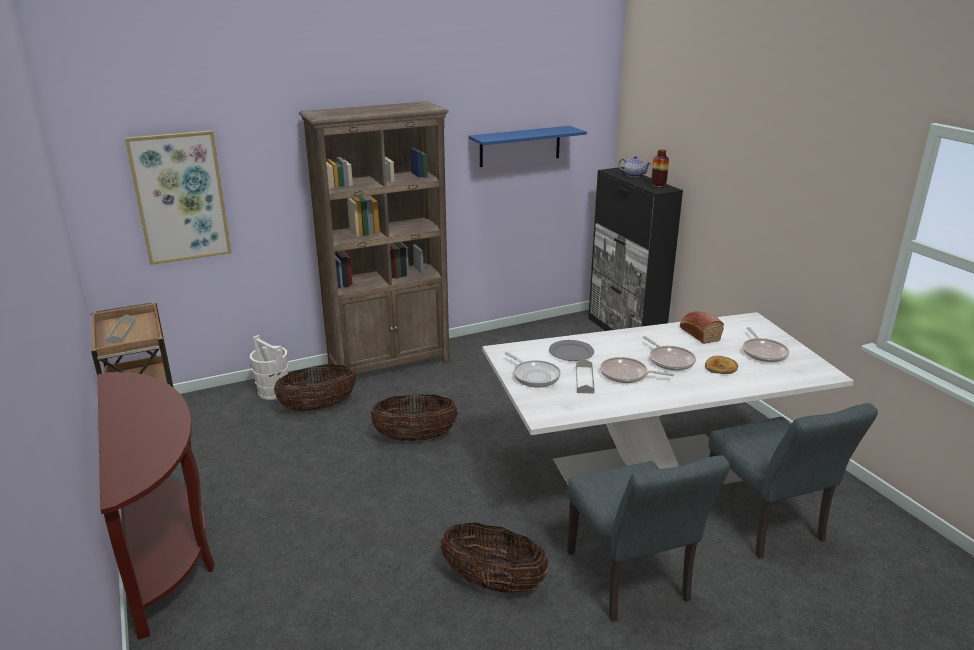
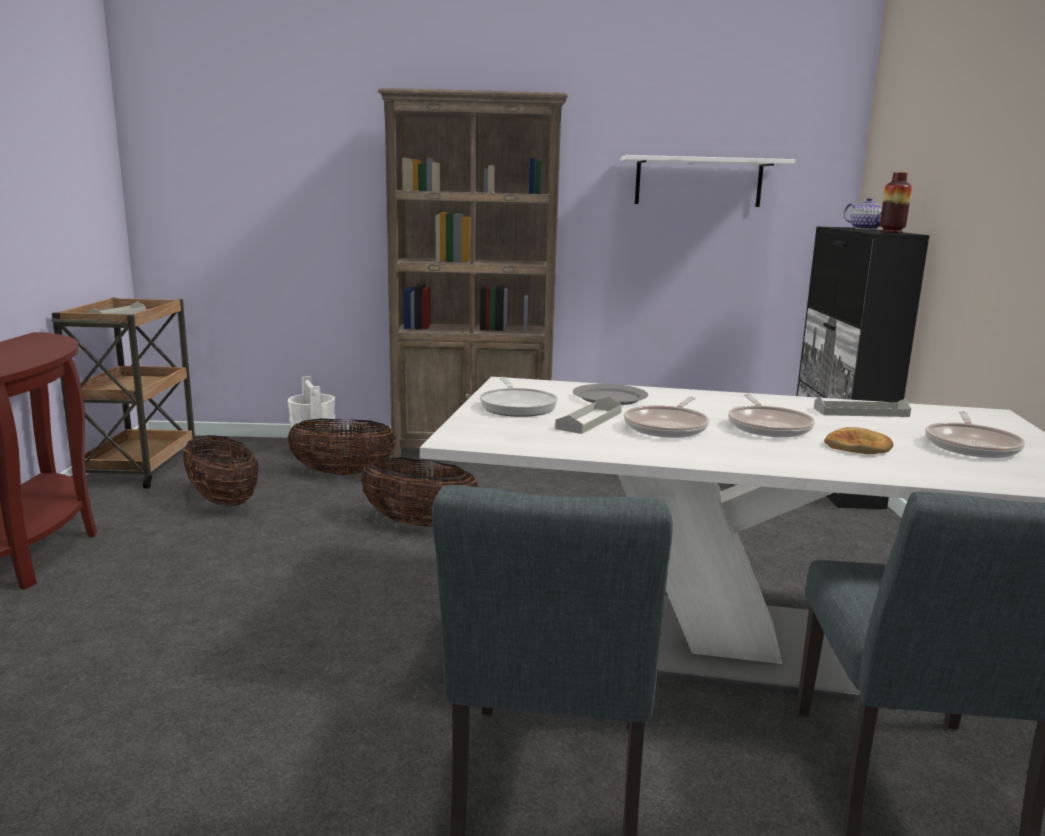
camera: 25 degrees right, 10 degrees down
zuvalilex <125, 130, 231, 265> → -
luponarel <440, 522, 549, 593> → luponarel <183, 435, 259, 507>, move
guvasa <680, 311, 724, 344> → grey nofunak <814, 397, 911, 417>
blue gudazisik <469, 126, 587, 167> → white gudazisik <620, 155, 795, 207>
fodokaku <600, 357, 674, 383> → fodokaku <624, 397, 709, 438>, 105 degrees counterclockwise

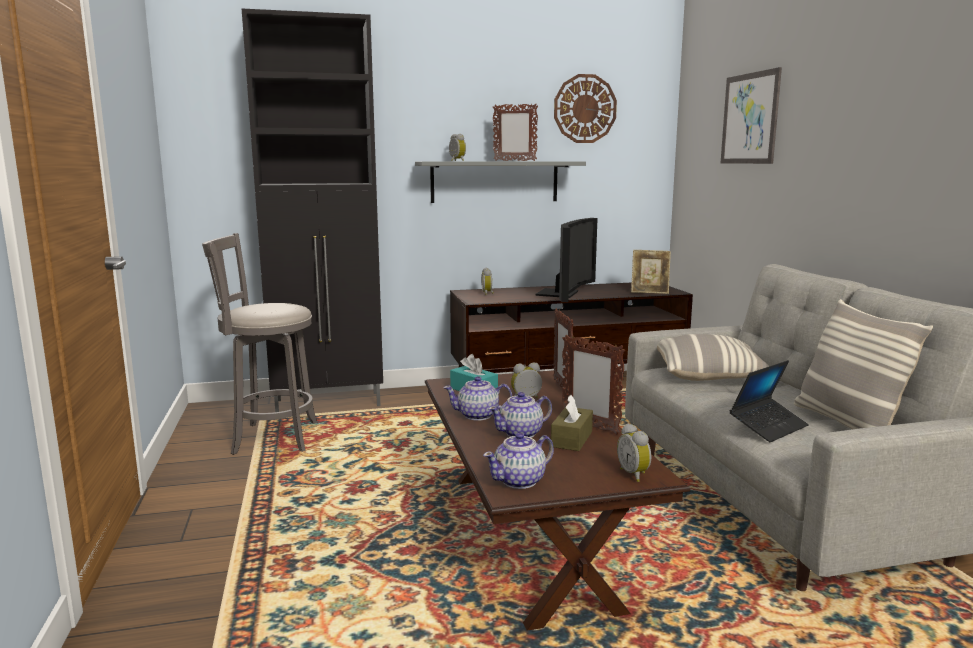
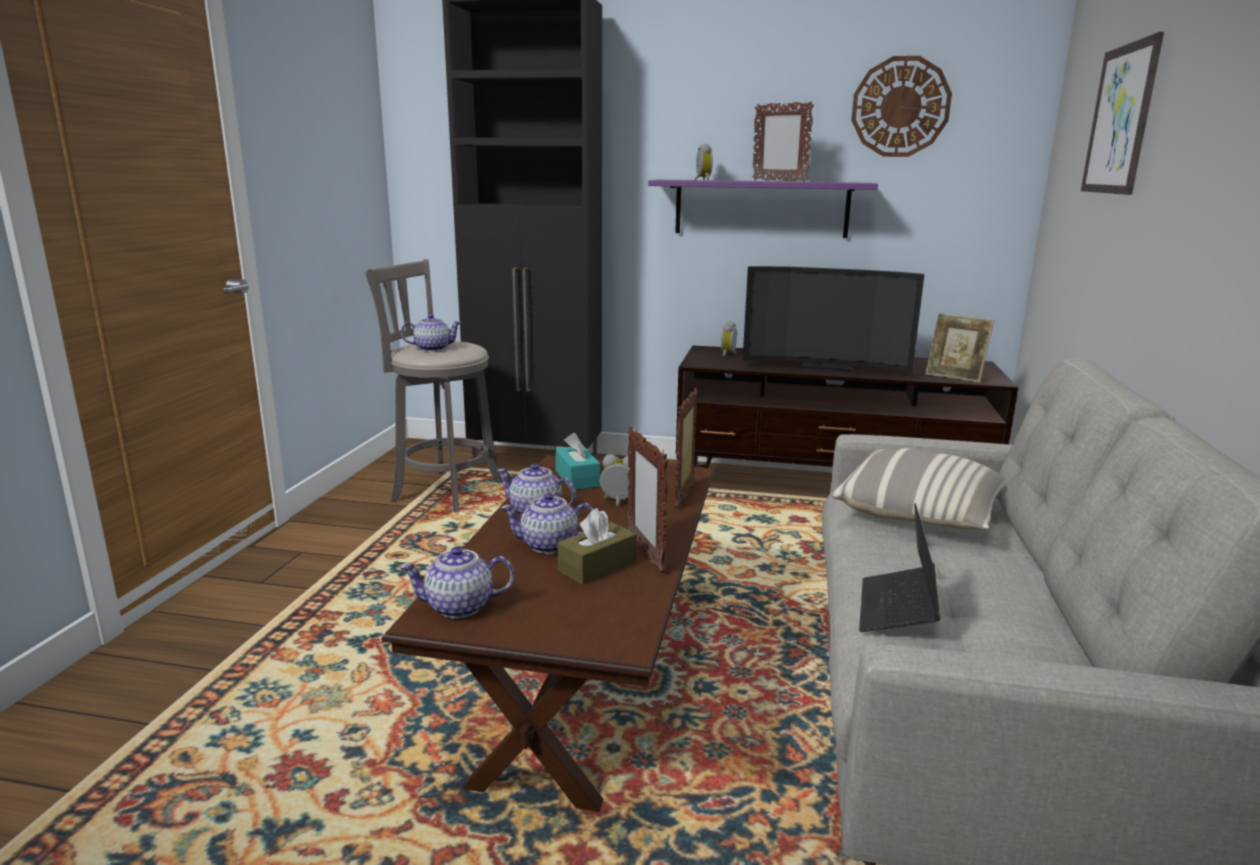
camera: 25 degrees right, 5 degrees up
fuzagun <617, 423, 651, 482> → -
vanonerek <794, 299, 933, 429> → -
- → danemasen <401, 314, 462, 352>
grey gudazisik <415, 161, 586, 203> → purple gudazisik <648, 180, 878, 238>
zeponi <535, 218, 598, 302> → zeponi <743, 266, 924, 373>, 60 degrees clockwise
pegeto <730, 360, 809, 442> → pegeto <859, 503, 940, 632>, 120 degrees clockwise

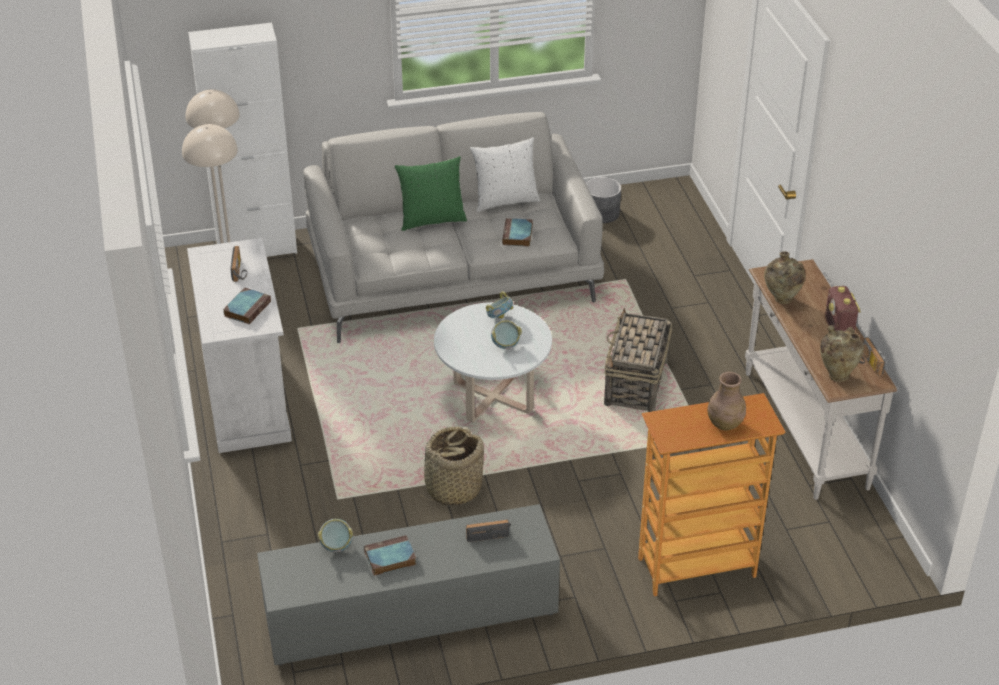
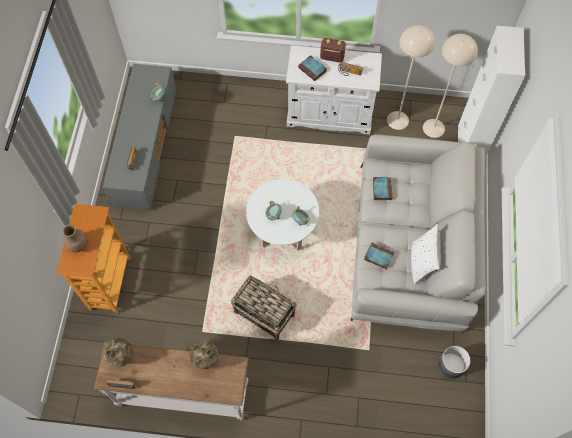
camera: 110 degrees right, 25 degrees up
green vanonerek <395, 156, 467, 231> → -
luponarel <418, 427, 484, 505> → -
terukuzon <364, 535, 417, 576> → terukuzon <373, 177, 392, 200>, move
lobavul <825, 286, 861, 331> → lobavul <320, 38, 346, 63>, move

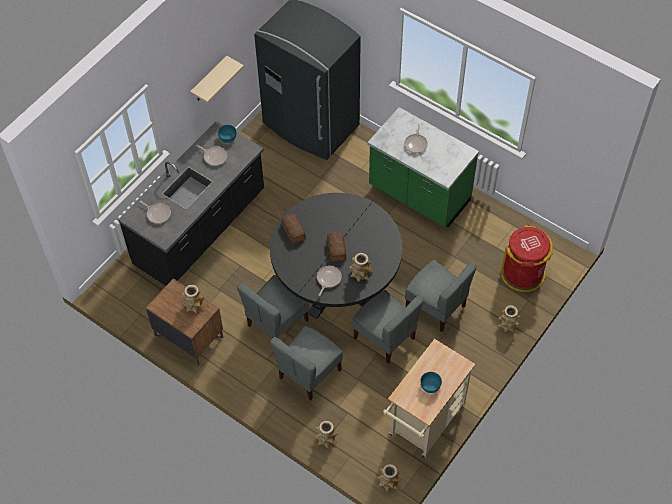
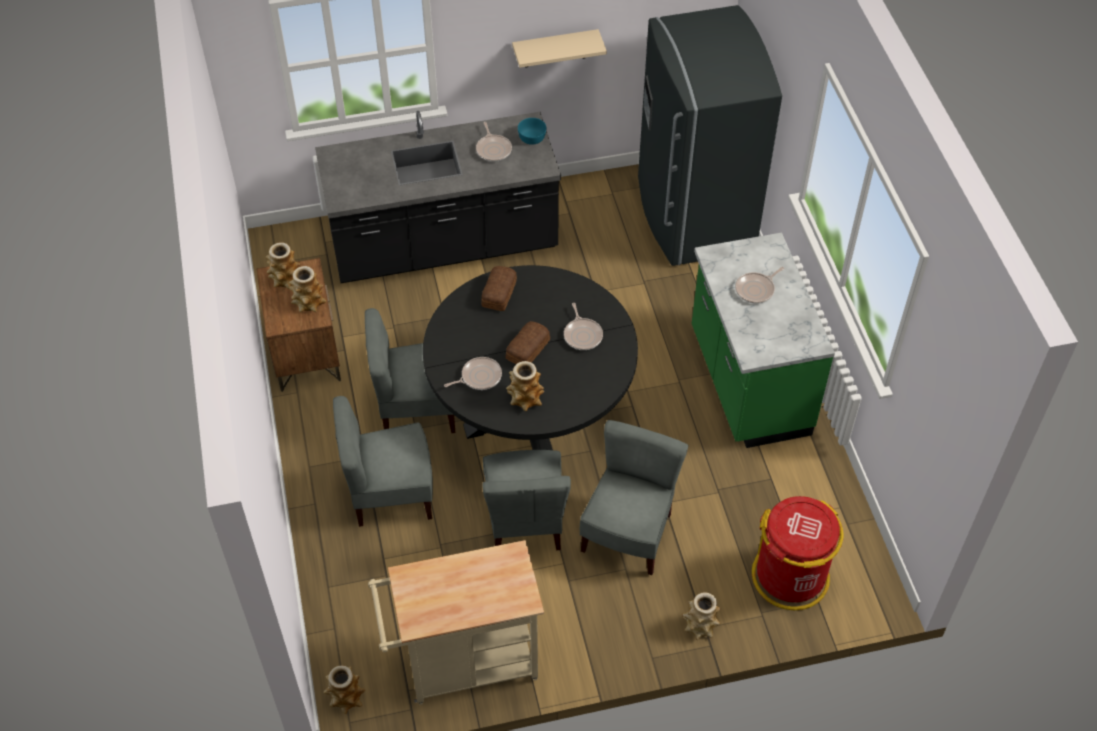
camera: 40 degrees right, 5 degrees down
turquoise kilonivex <420, 372, 442, 393> → -
fodokaku <140, 201, 171, 224> → fodokaku <564, 303, 603, 350>, move
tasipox <315, 421, 338, 448> → tasipox <266, 242, 301, 289>, move
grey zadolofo <405, 260, 477, 332> → grey zadolofo <580, 420, 689, 575>, 150 degrees counterclockwise

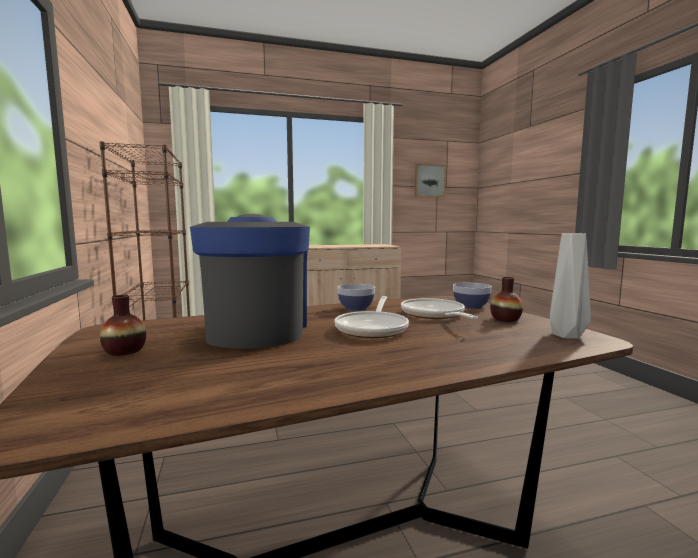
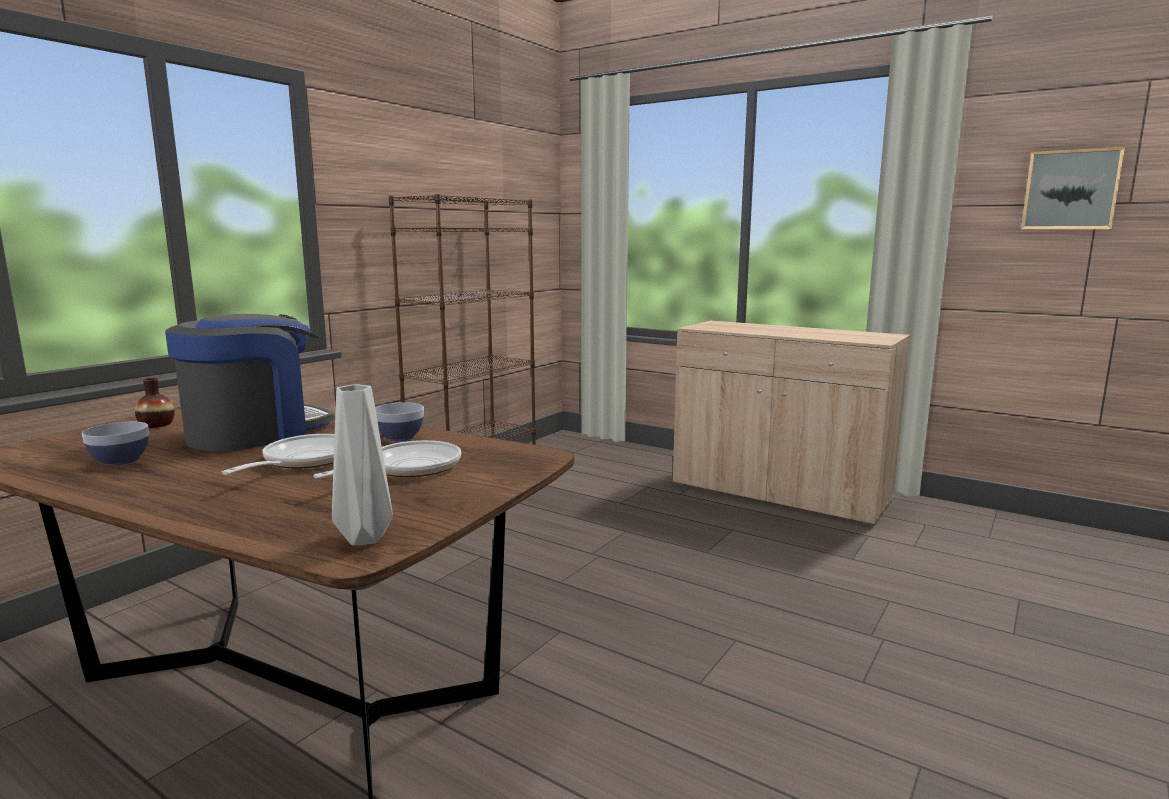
camera: 50 degrees right, 5 degrees up
tasipox <490, 277, 523, 322> → -
kilonivex <453, 283, 492, 309> → kilonivex <82, 422, 149, 466>, move
fodokaku <334, 296, 409, 338> → fodokaku <222, 434, 335, 475>, 135 degrees clockwise

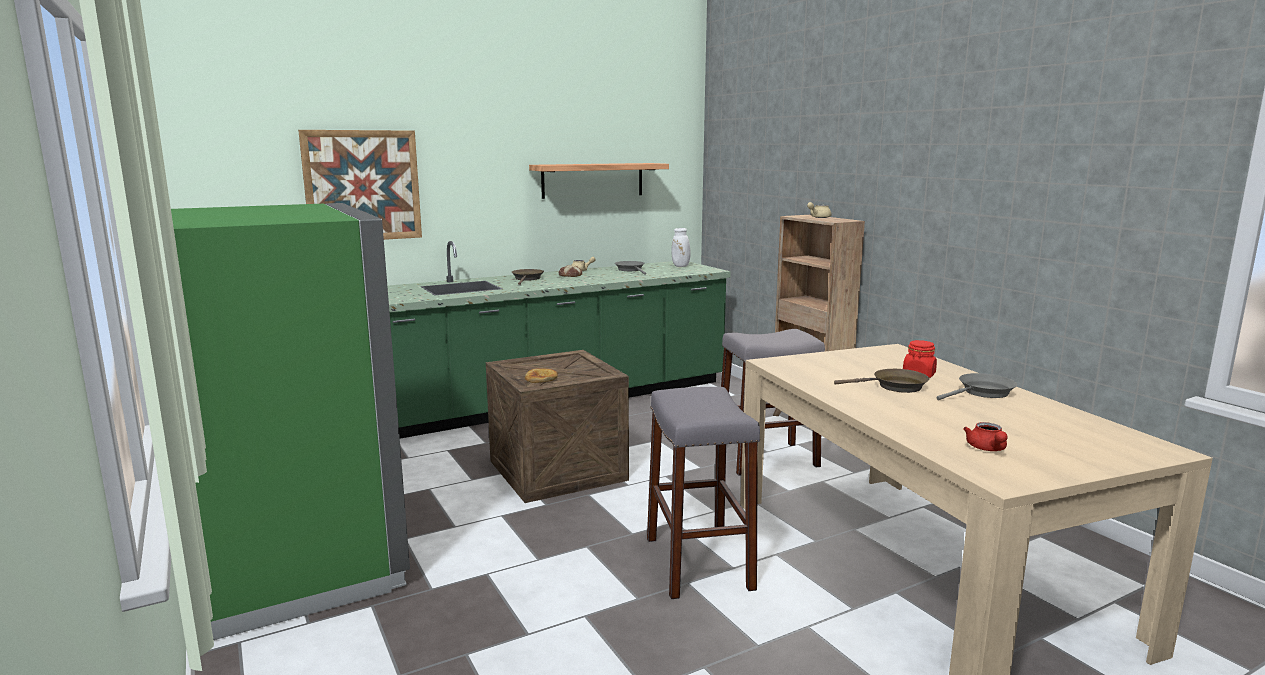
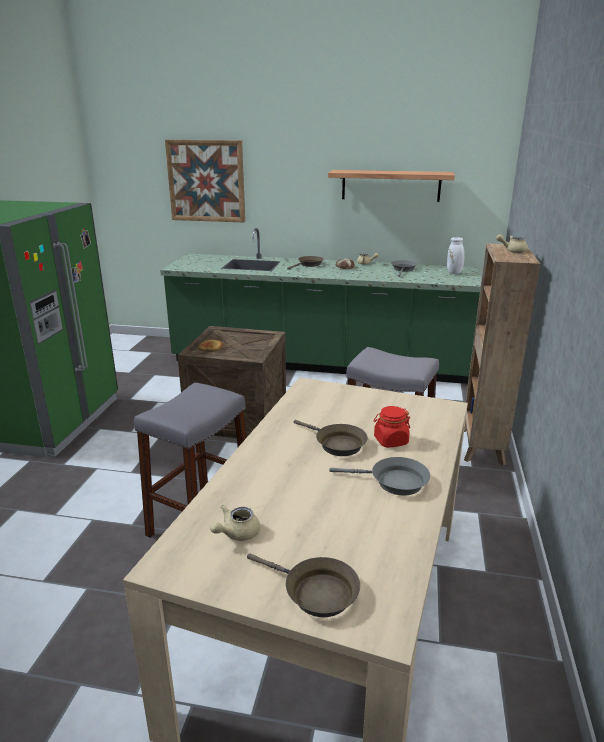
camera: 40 degrees right, 10 degrees up
- → brown fodokaku <247, 553, 360, 617>
red danemasen <963, 422, 1008, 451> → beige danemasen <210, 505, 260, 541>

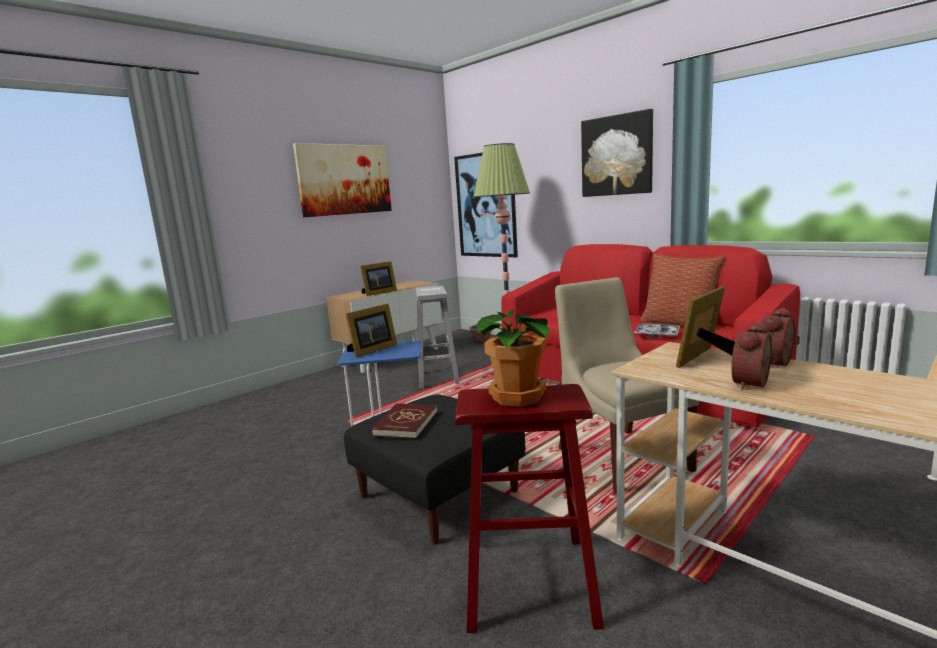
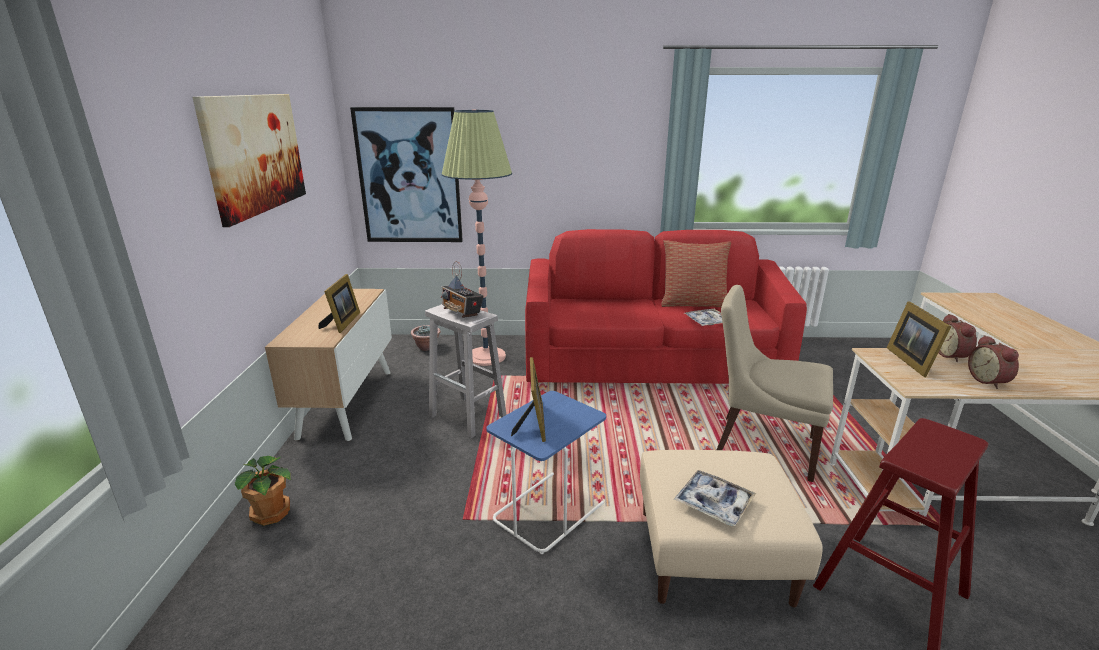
camera: 45 degrees left, 10 degrees up
zuvalilex <581, 109, 653, 197> → -
- → lobavul <441, 261, 483, 318>
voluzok <476, 309, 550, 407> → voluzok <235, 456, 291, 526>, move
red terukuzon <371, 403, 437, 439> → nofunak <674, 470, 756, 526>
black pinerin <344, 394, 525, 545> → beige pinerin <640, 450, 823, 607>

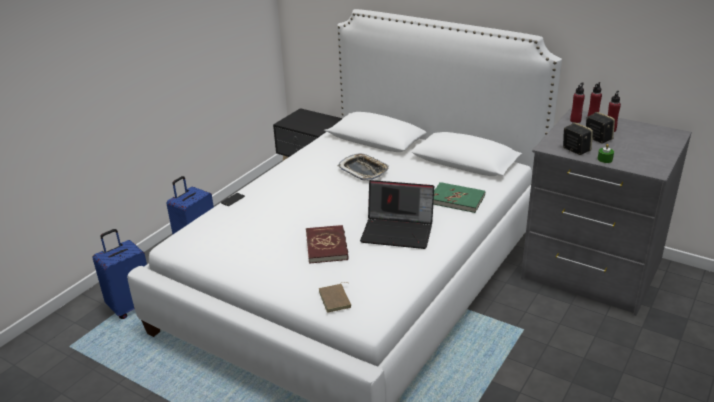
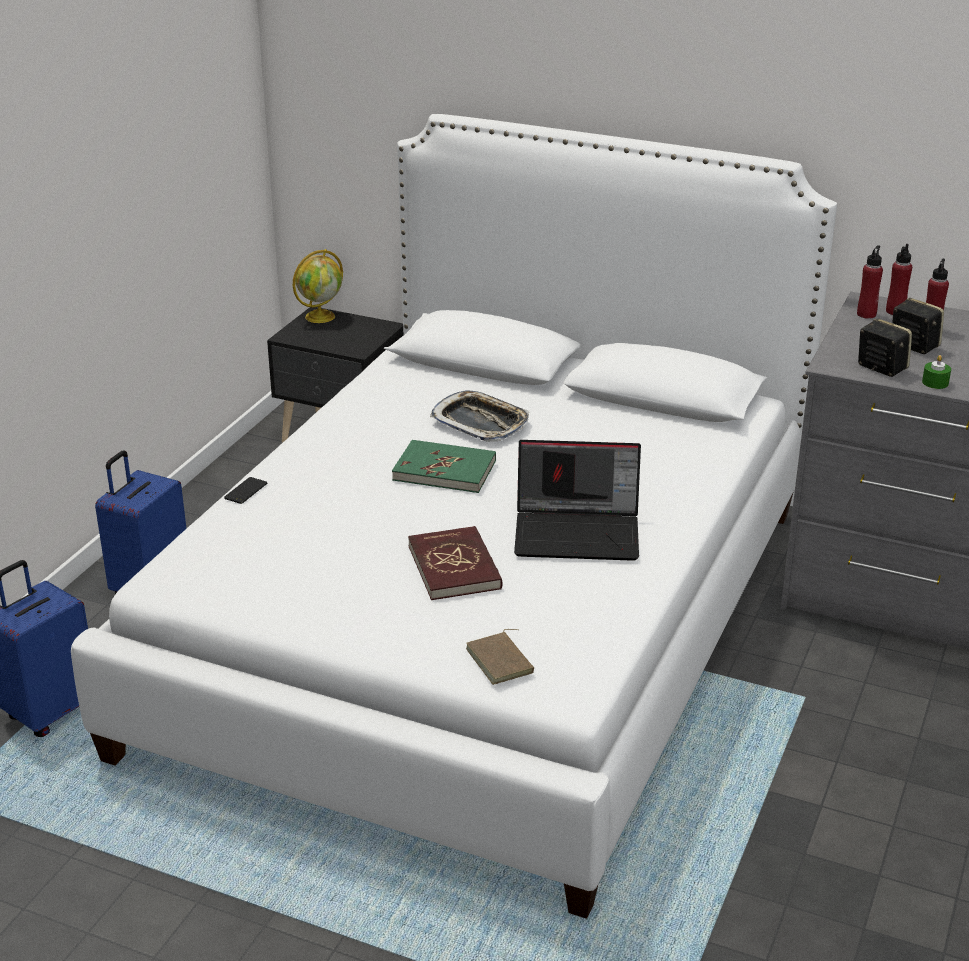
camera: 10 degrees left, 0 degrees up
- → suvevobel <293, 249, 343, 323>
green terukuzon <433, 182, 485, 213> → green terukuzon <392, 440, 496, 493>, move

